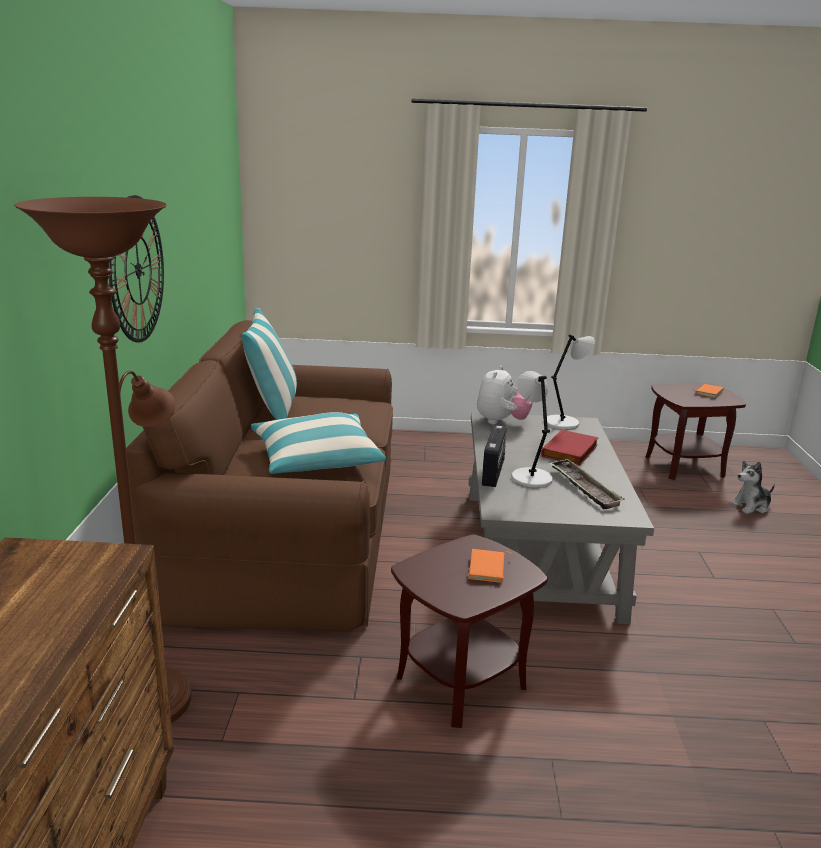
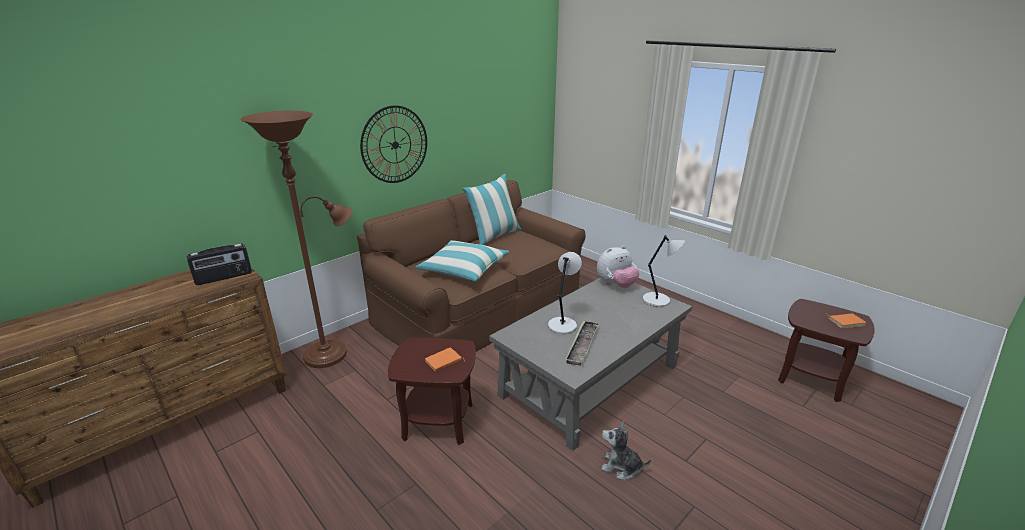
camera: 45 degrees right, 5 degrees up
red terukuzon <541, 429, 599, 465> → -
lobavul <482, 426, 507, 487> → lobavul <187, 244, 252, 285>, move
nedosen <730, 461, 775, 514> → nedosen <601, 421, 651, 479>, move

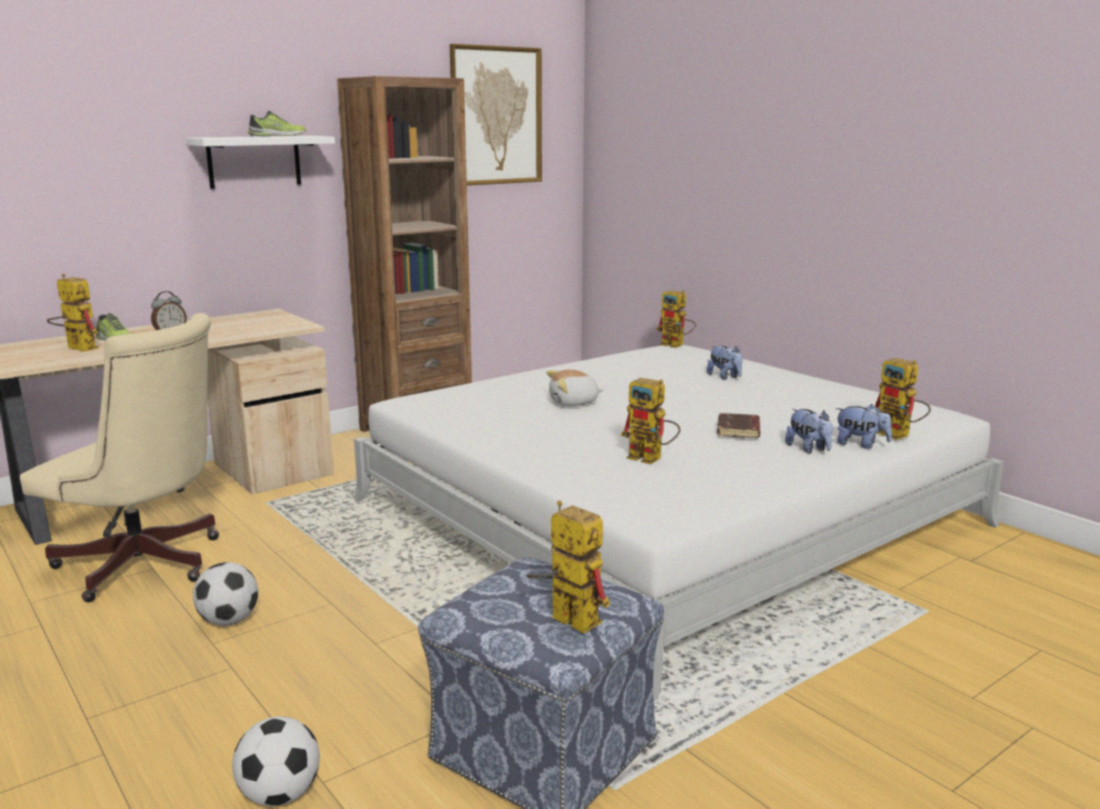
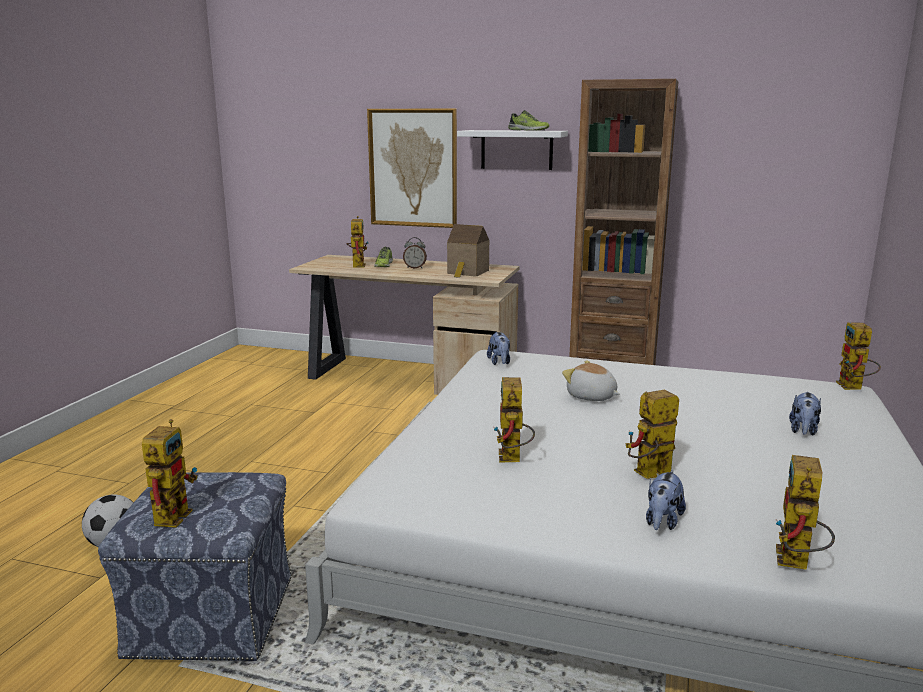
camera: 55 degrees right, 0 degrees up
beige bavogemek <20, 313, 219, 602> → -
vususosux <193, 562, 258, 626> → -
- → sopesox <447, 224, 489, 278>
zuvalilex <450, 44, 542, 186> → zuvalilex <367, 109, 457, 228>, move
nedosen <835, 404, 892, 449> → nedosen <487, 332, 510, 365>, move
brown terukuzon <717, 413, 760, 438> → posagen <626, 390, 679, 479>

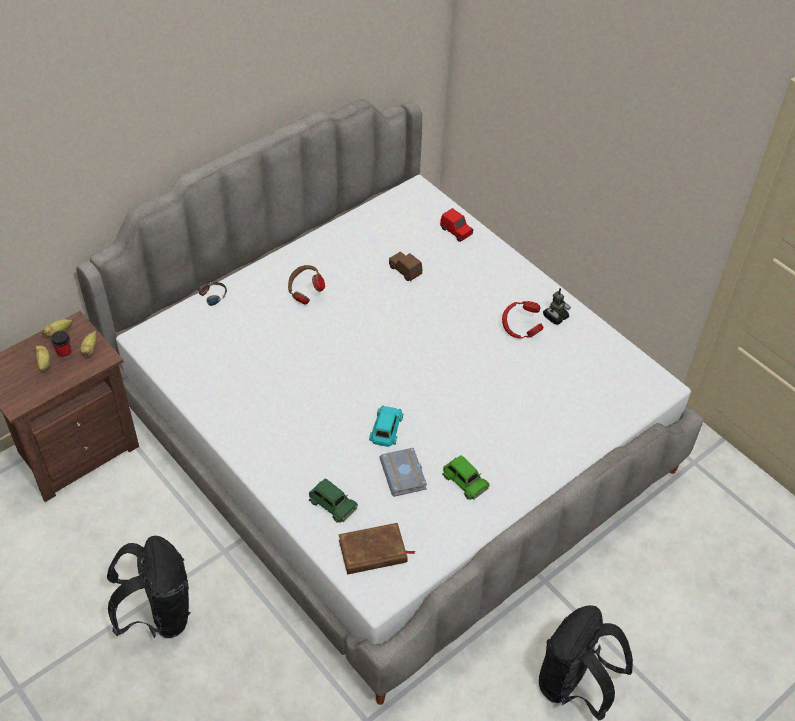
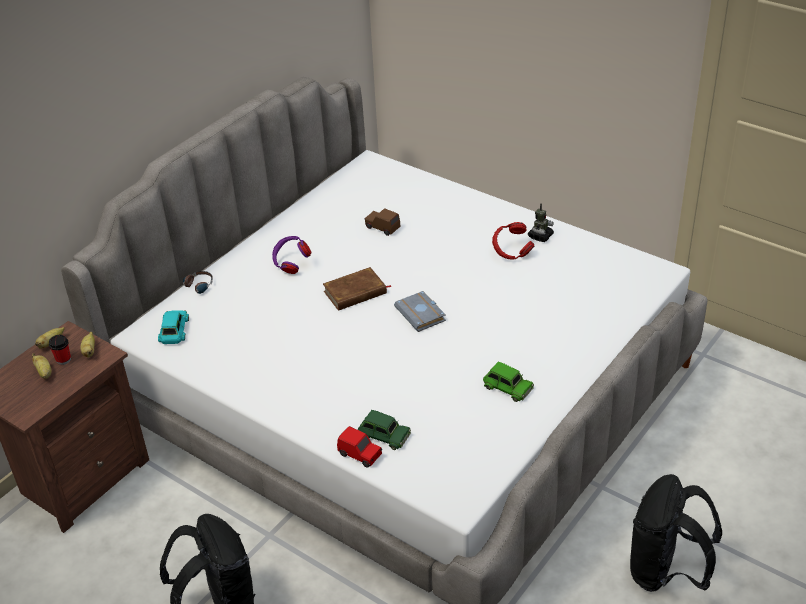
camera: 10 degrees left, 10 degrees down
brown terukuzon <339, 523, 416, 575> → brown terukuzon <323, 267, 392, 311>, move
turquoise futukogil <369, 406, 403, 447> → turquoise futukogil <158, 310, 189, 344>, move
grey terukuzon <379, 447, 427, 497> → grey terukuzon <394, 291, 446, 332>, move
red futukogil <440, 208, 474, 242> → red futukogil <337, 426, 382, 468>, move
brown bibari <288, 265, 325, 305> → purple bibari <272, 236, 311, 274>

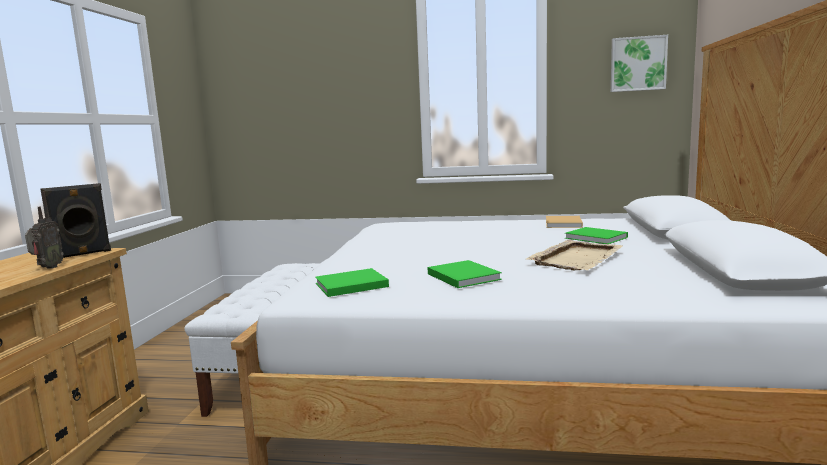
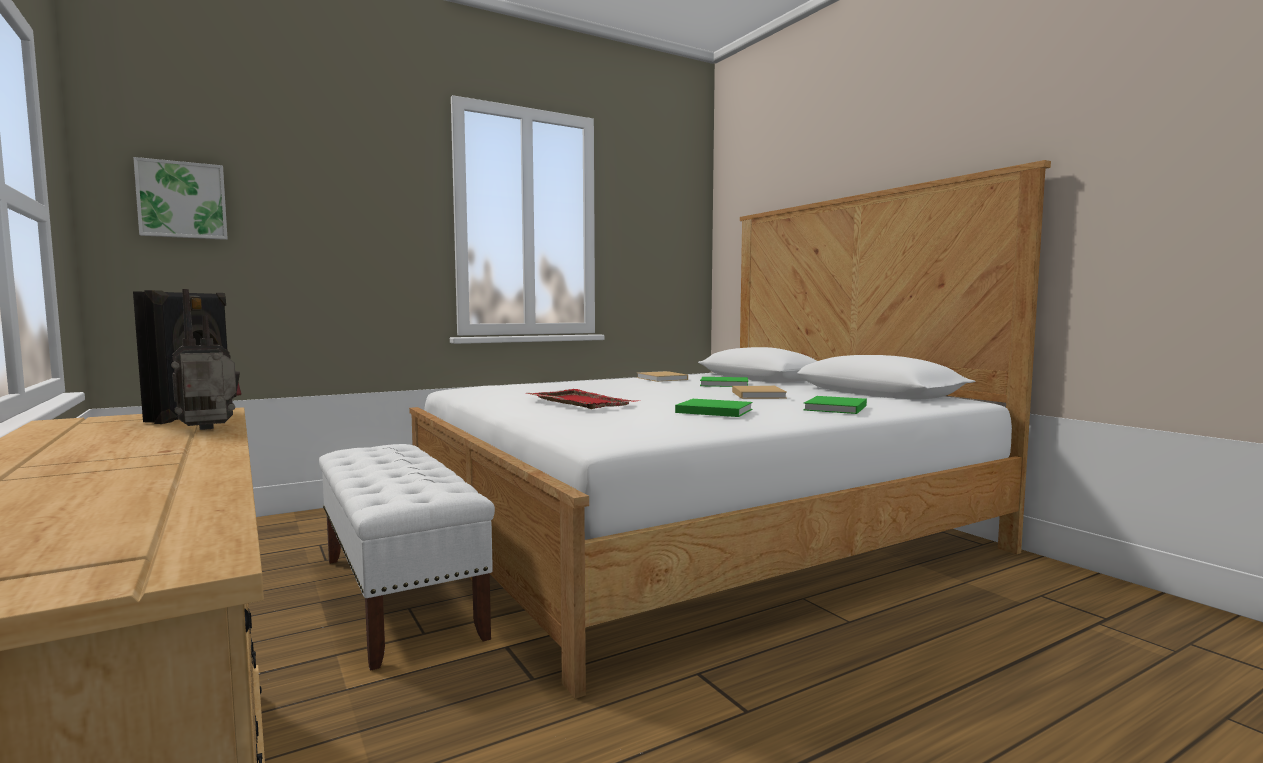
camera: 40 degrees left, 5 degrees down
- → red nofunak <526, 389, 637, 409>
green terukuzon <315, 268, 389, 297> → green terukuzon <803, 396, 867, 414>, move
zuvalilex <611, 35, 668, 92> → zuvalilex <133, 157, 228, 240>, move
beige nofunak <526, 240, 623, 270> → beige terukuzon <732, 386, 787, 399>
lobavul <25, 191, 64, 269> → lobavul <171, 289, 241, 430>, 90 degrees counterclockwise

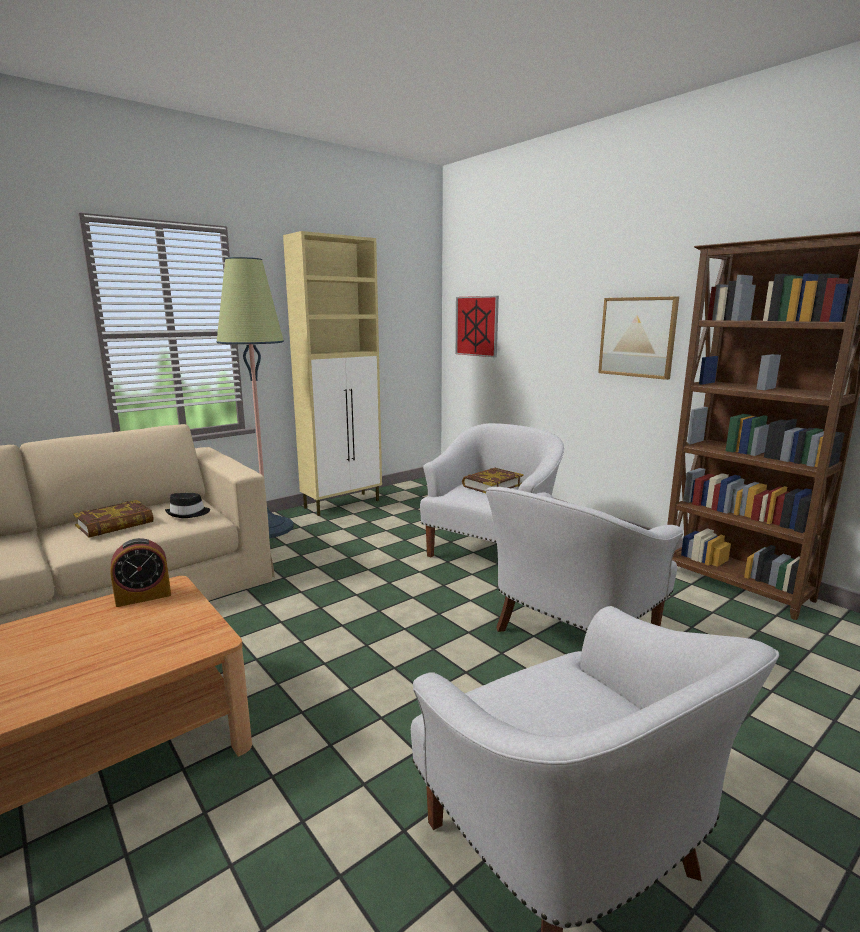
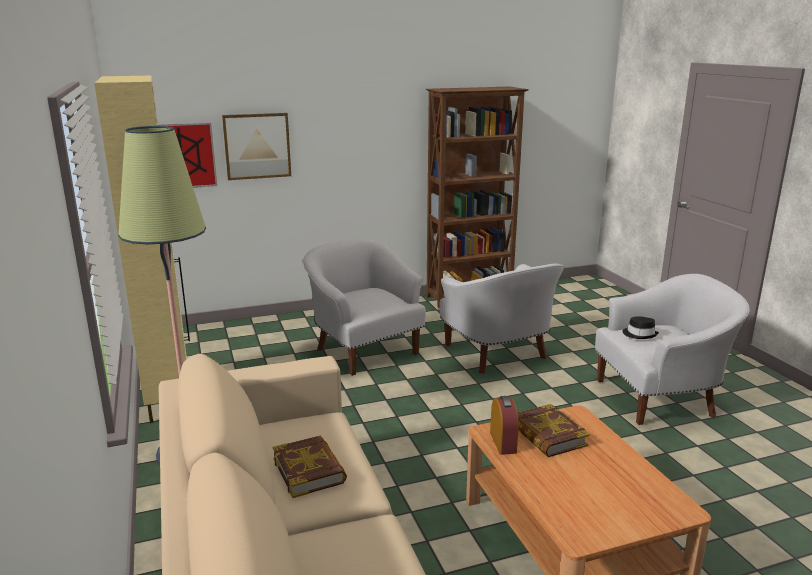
camera: 70 degrees left, 5 degrees up
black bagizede <165, 493, 210, 518> → black bagizede <622, 316, 659, 339>, move
terukuzon <462, 468, 523, 493> → terukuzon <518, 404, 590, 457>, move
zuvalilex <598, 296, 679, 380> → zuvalilex <222, 113, 291, 180>, move

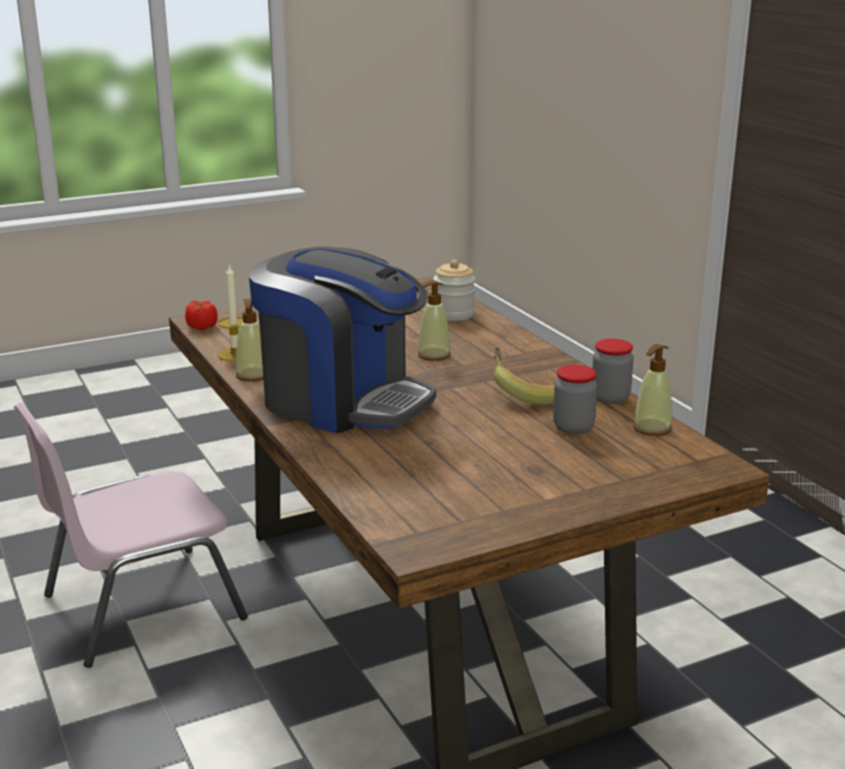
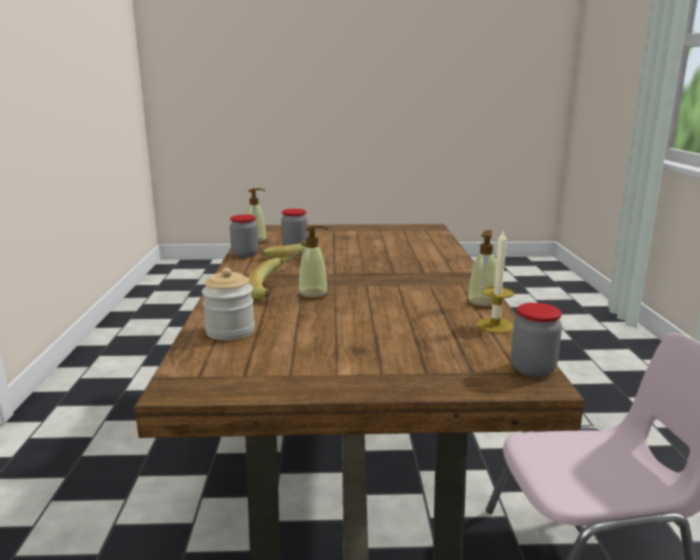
camera: 155 degrees left, 5 degrees down
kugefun <249, 246, 436, 433> → -
- → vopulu <248, 251, 303, 300>
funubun <185, 300, 218, 330> → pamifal <511, 303, 562, 377>

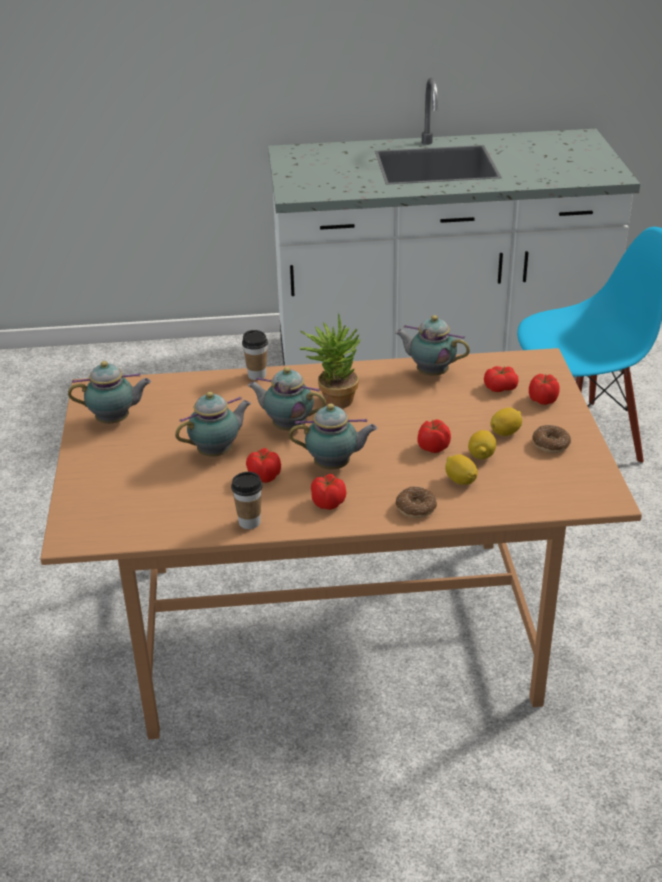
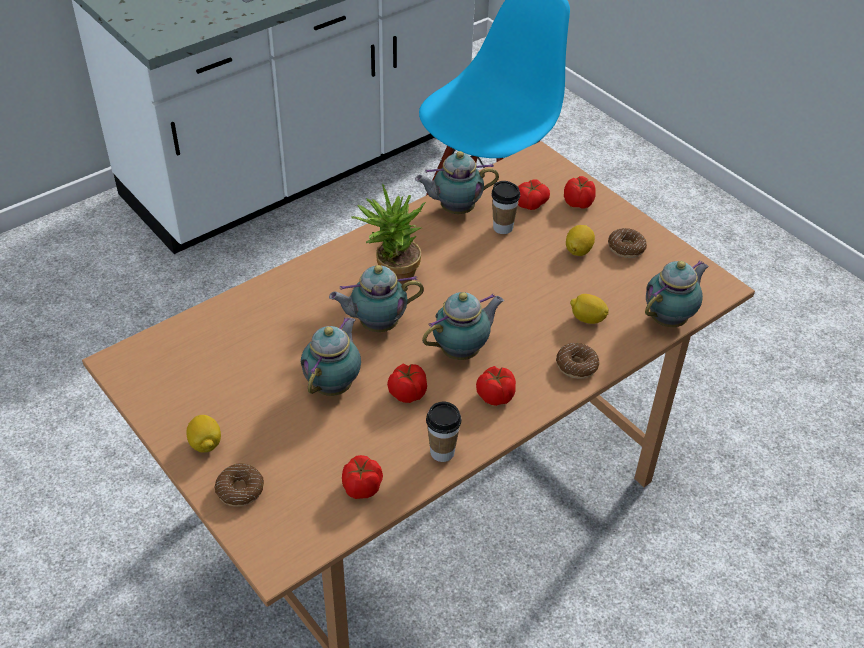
camera: 35 degrees left, 10 degrees up
- → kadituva <214, 463, 264, 507>
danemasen <68, 361, 151, 424> → danemasen <645, 260, 709, 327>, move
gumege <242, 330, 268, 380> → gumege <491, 181, 520, 234>, move
funubun <417, 419, 451, 453> → funubun <342, 455, 383, 499>, move
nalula <468, 430, 496, 460> → nalula <186, 415, 221, 452>, move

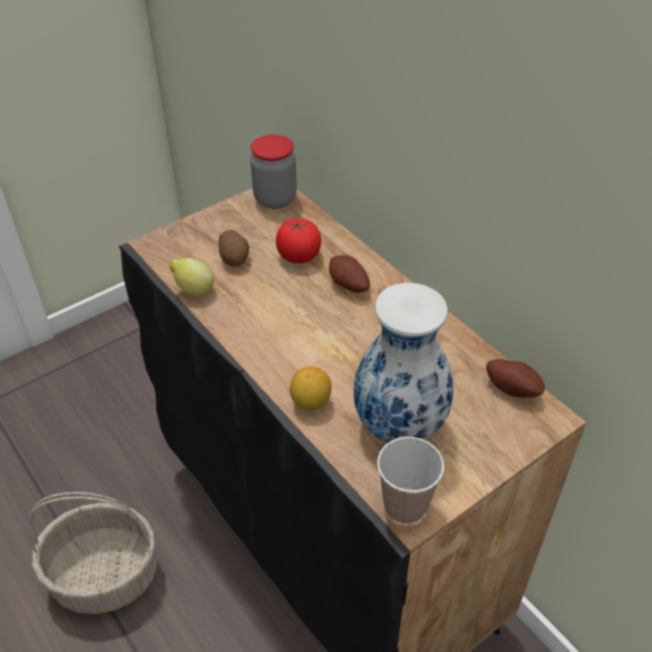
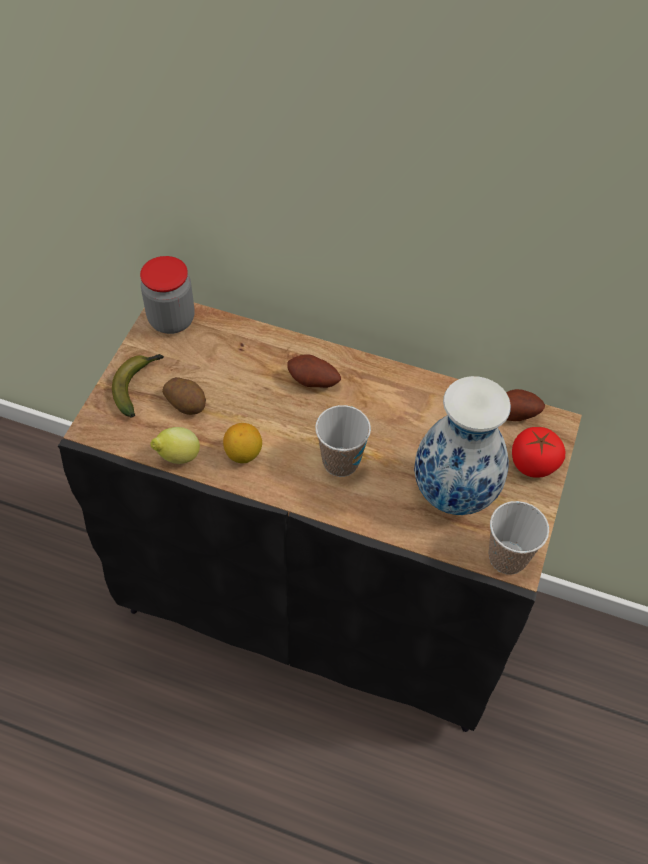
camera: 35 degrees left, 10 degrees up
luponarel <27, 492, 157, 614> → -
- → vopulu <112, 354, 164, 417>
- → gumege <315, 405, 371, 477>
funubun <276, 218, 321, 263> → funubun <512, 427, 565, 478>, move
nalula <290, 367, 332, 410> → nalula <223, 423, 262, 463>, move

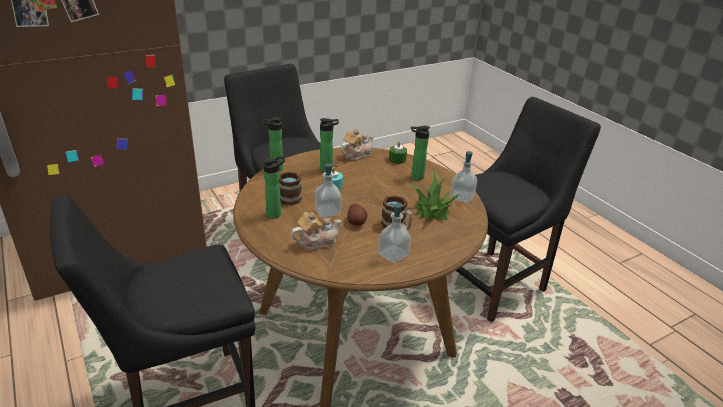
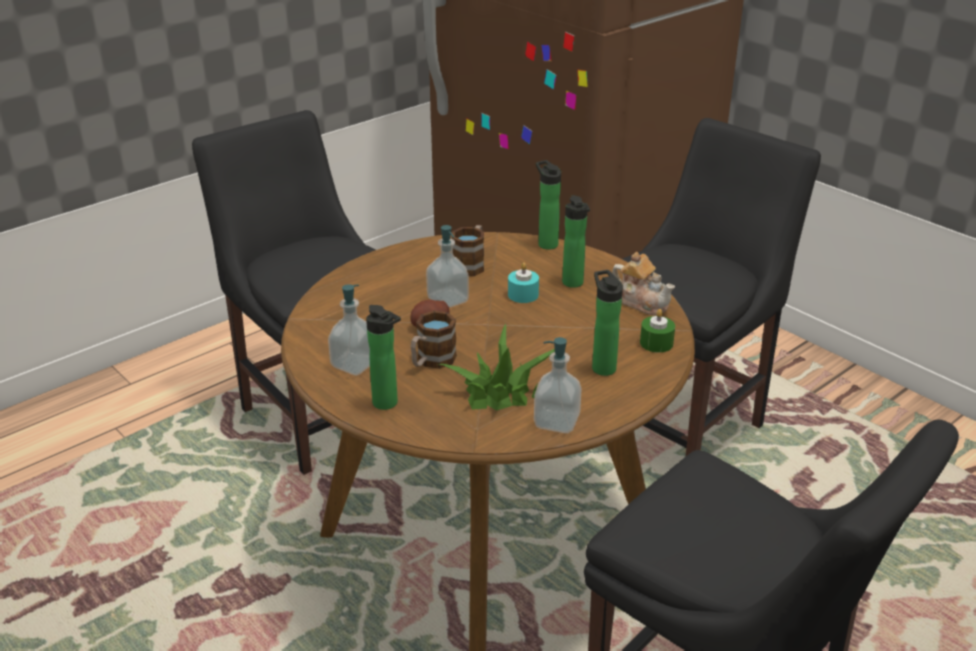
camera: 80 degrees right, 0 degrees up
danemasen <291, 212, 341, 251> → -
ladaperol <263, 156, 285, 219> → ladaperol <366, 305, 401, 410>, move

